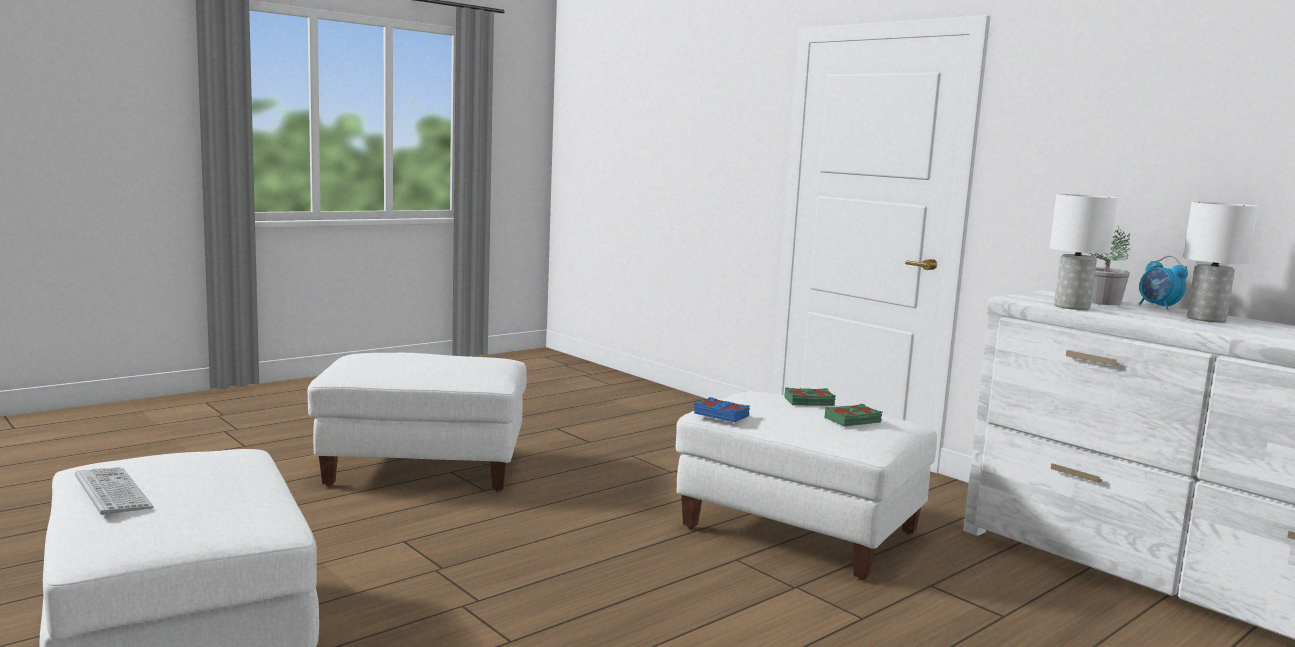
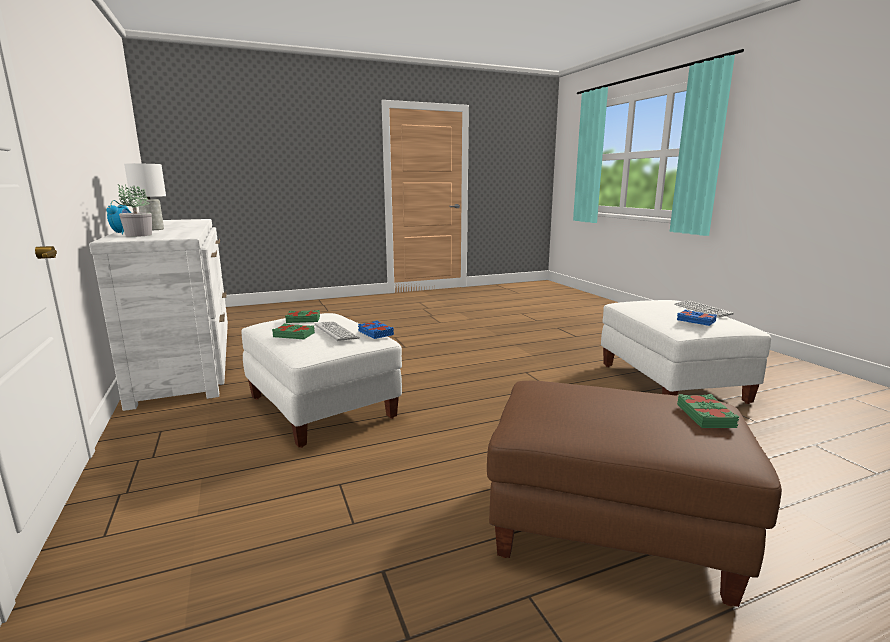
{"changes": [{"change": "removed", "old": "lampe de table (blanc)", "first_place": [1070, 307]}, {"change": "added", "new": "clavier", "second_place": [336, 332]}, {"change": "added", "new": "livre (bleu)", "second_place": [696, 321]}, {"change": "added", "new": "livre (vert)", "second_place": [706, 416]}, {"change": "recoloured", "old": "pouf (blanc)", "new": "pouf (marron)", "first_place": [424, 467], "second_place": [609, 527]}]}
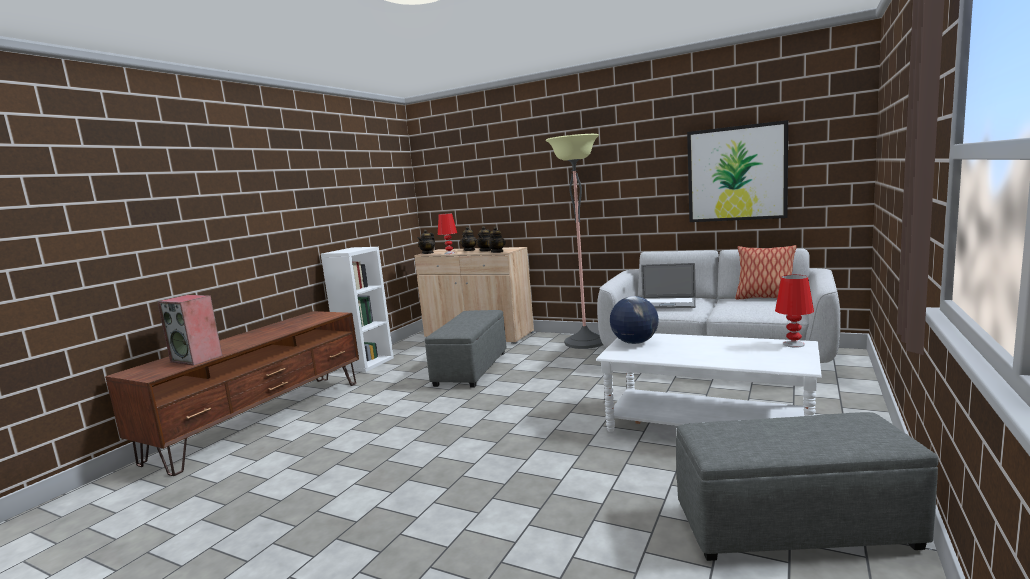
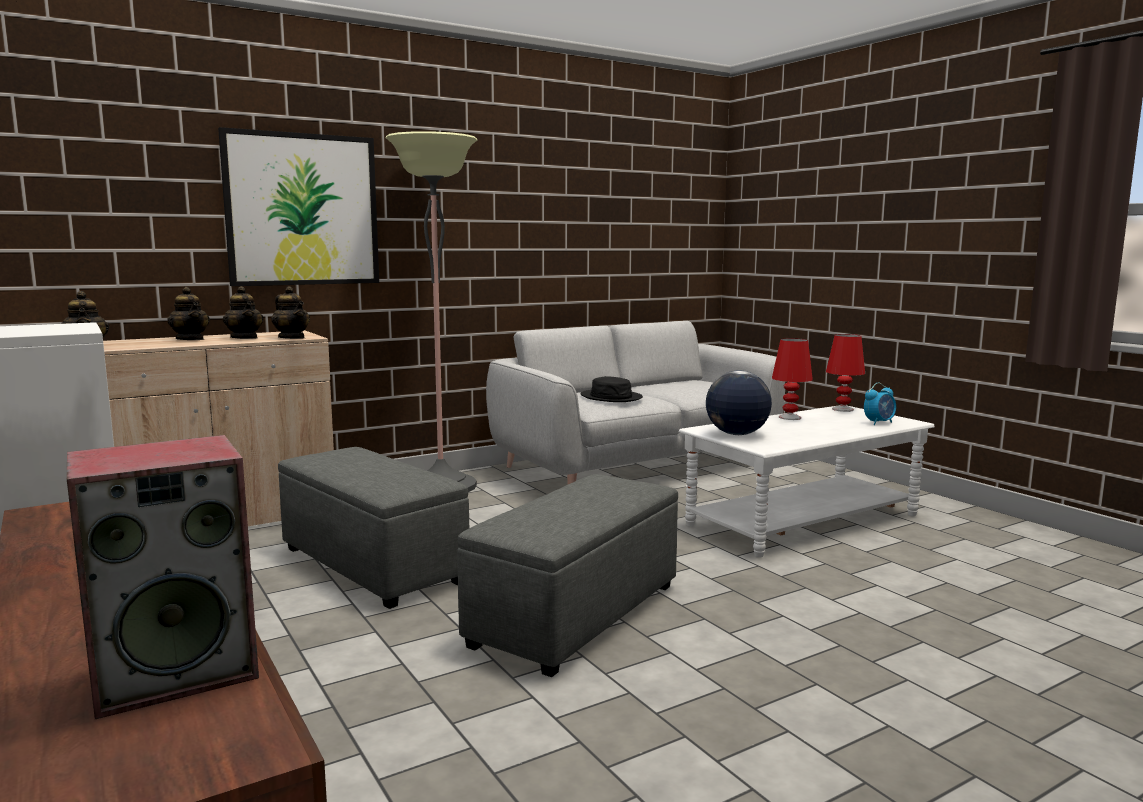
{"changes": [{"change": "removed", "old": "coussin", "first_place": [764, 298]}, {"change": "added", "new": "réveil", "second_place": [879, 422]}, {"change": "moved", "old": "lampe de table (rouge)", "first_place": [449, 253], "second_place": [789, 417]}, {"change": "moved", "old": "pouf (gris)", "first_place": [795, 527], "second_place": [577, 614]}, {"change": "moved", "old": "tableau", "first_place": [736, 173], "second_place": [302, 210]}, {"change": "replaced", "old": "ordinateur portable", "new": "chapeau (noir)", "first_place": [668, 304], "second_place": [611, 397]}]}
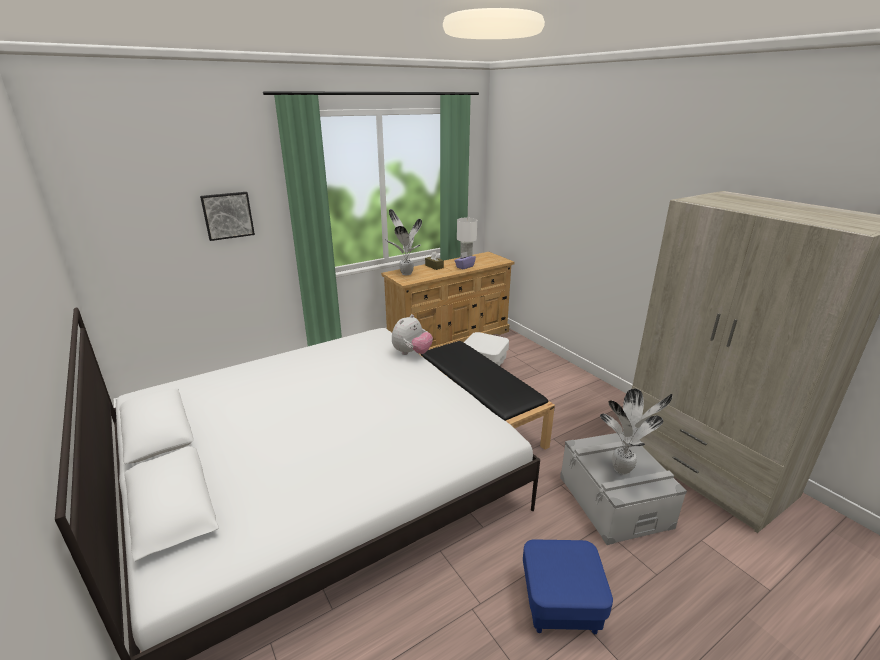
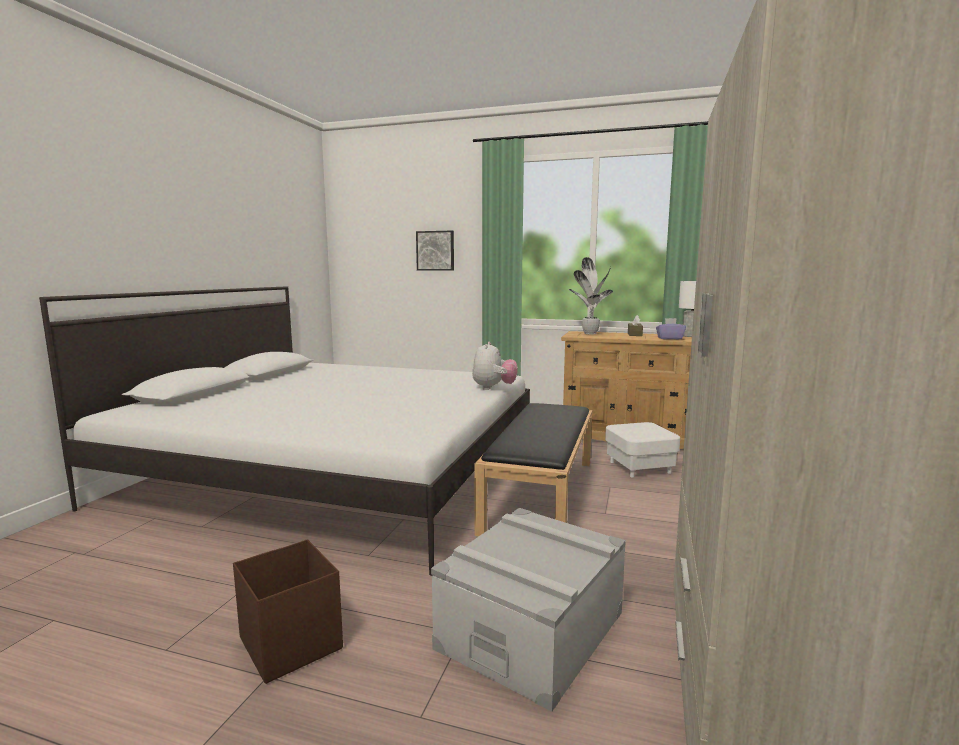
{"changes": [{"change": "removed", "old": "plante en pot", "first_place": [623, 470]}, {"change": "replaced", "old": "pouf (bleu)", "new": "boîte de rangement (marron)", "first_place": [560, 604], "second_place": [291, 642]}, {"change": "turned", "old": "peluche", "first_place": [412, 353], "second_place": [493, 388], "degrees": -75}]}
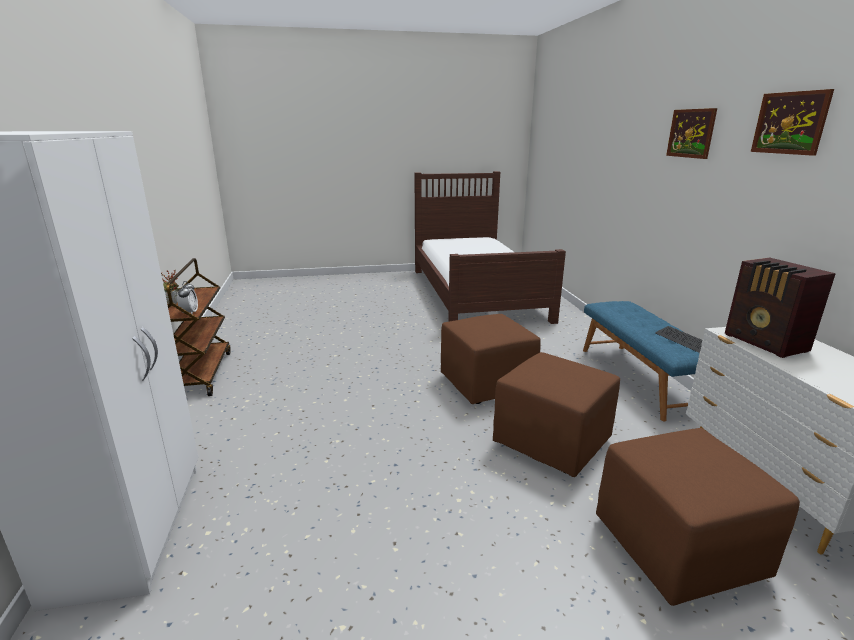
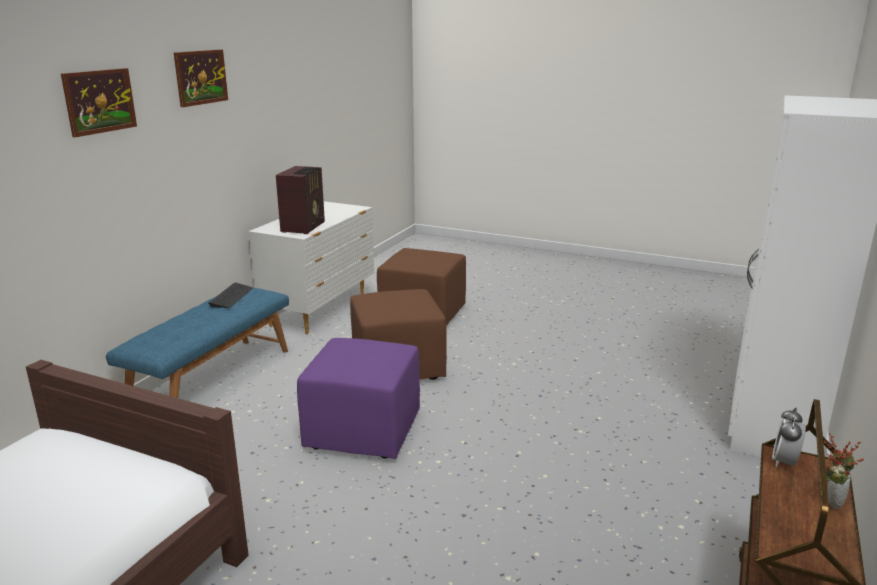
{"changes": [{"change": "recoloured", "old": "pouf (marron)", "new": "pouf (violet)", "first_place": [487, 385], "second_place": [363, 431]}]}
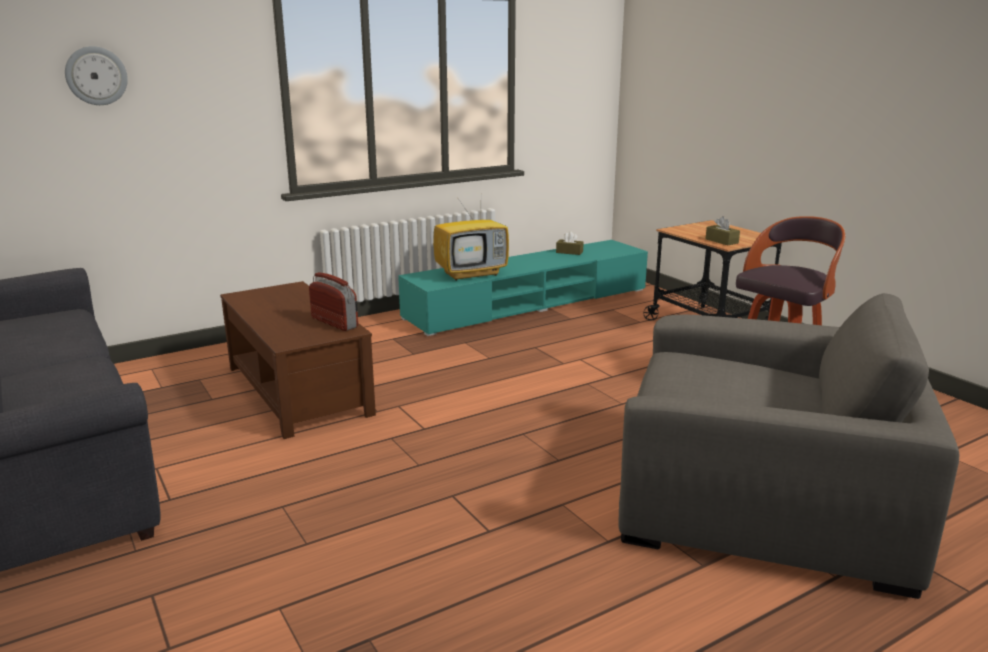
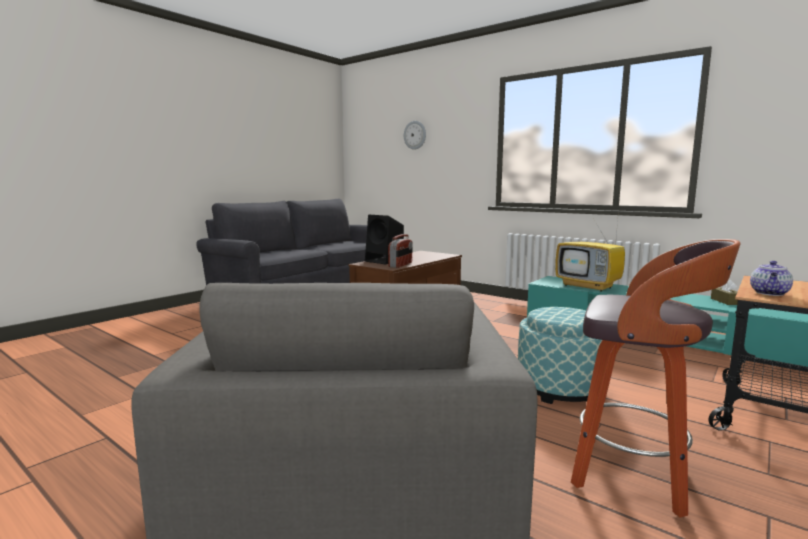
{"changes": [{"change": "added", "new": "enceinte (noir)", "second_place": [385, 261]}, {"change": "added", "new": "pouf", "second_place": [560, 388]}, {"change": "replaced", "old": "boîte à mouchoirs (marron)", "new": "théière", "first_place": [721, 241], "second_place": [769, 293]}]}
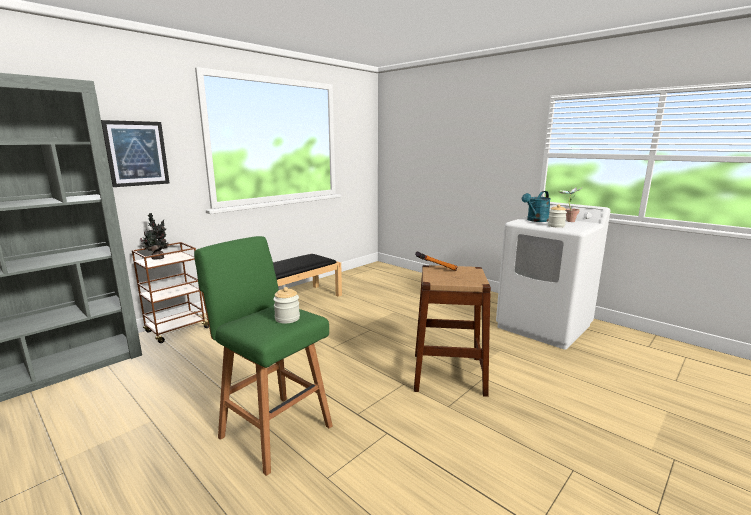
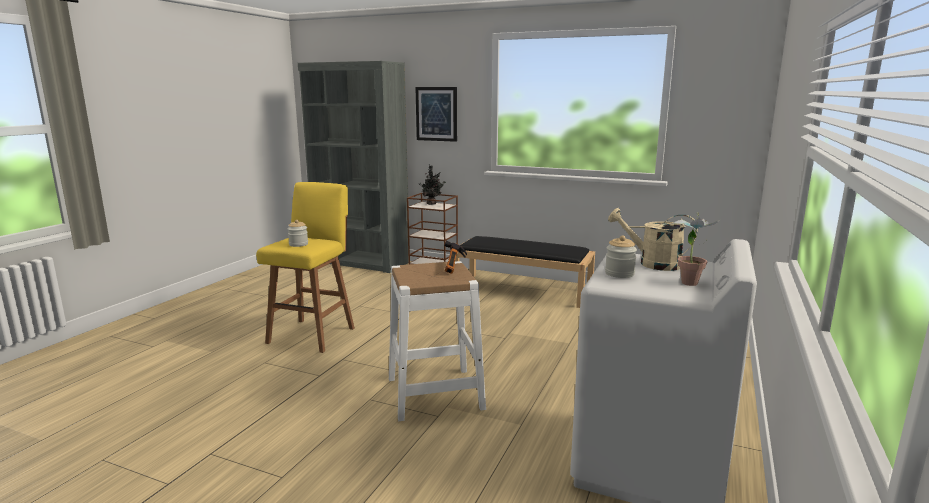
{"changes": [{"change": "recoloured", "old": "tabouret (vert)", "new": "tabouret (jaune)", "first_place": [273, 430], "second_place": [313, 334]}, {"change": "recoloured", "old": "tabouret (marron)", "new": "tabouret (blanc)", "first_place": [448, 373], "second_place": [434, 393]}, {"change": "recoloured", "old": "arrosoir (turquoise)", "new": "arrosoir (beige)", "first_place": [535, 220], "second_place": [652, 263]}]}
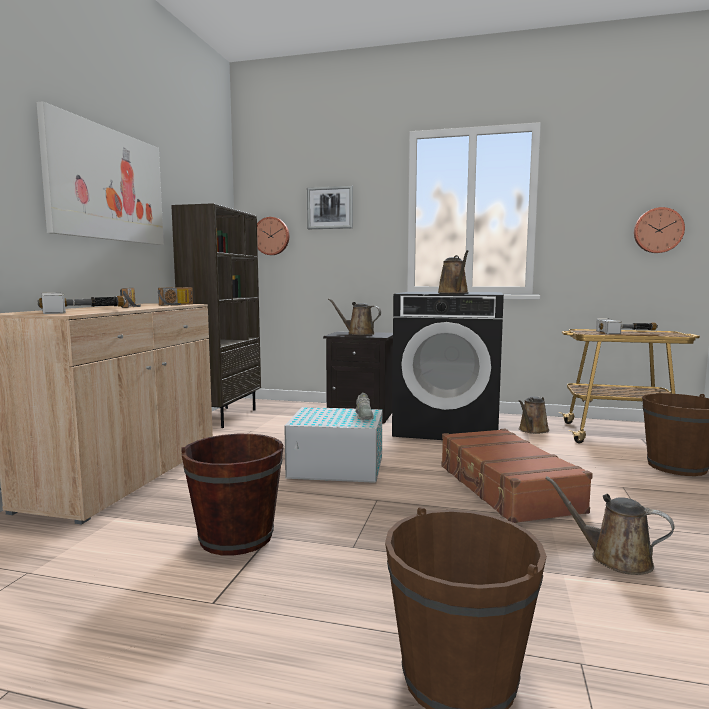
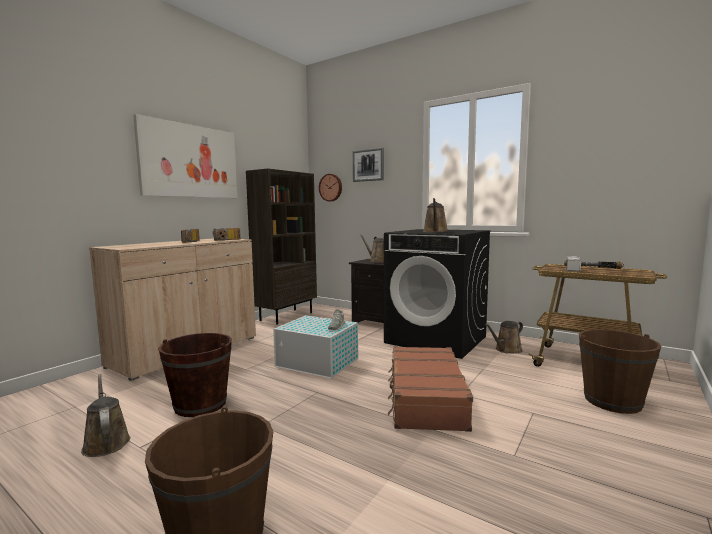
{"changes": [{"change": "removed", "old": "marteau", "first_place": [84, 311]}, {"change": "removed", "old": "horloge murale", "first_place": [658, 230]}, {"change": "moved", "old": "arrosoir (marron)", "first_place": [614, 558], "second_place": [106, 442]}]}
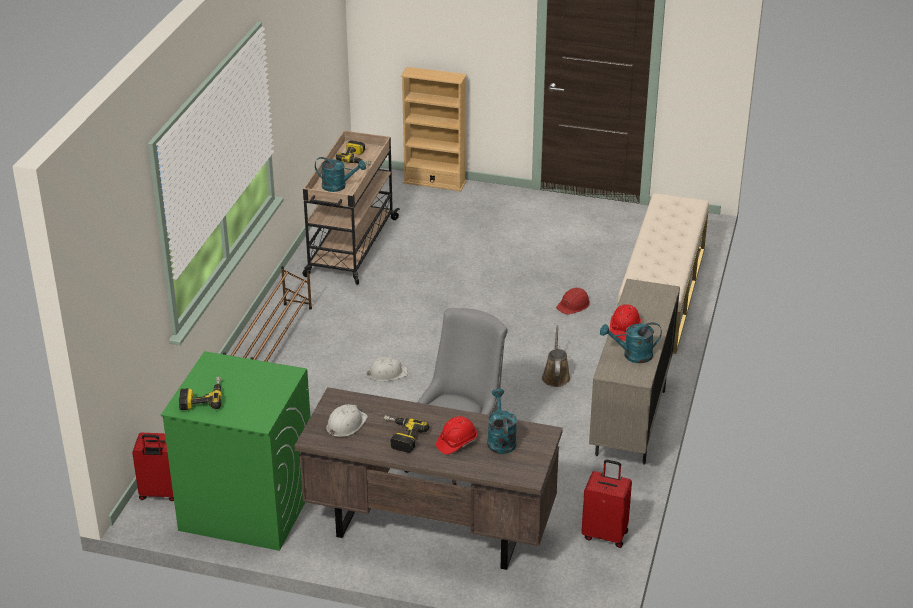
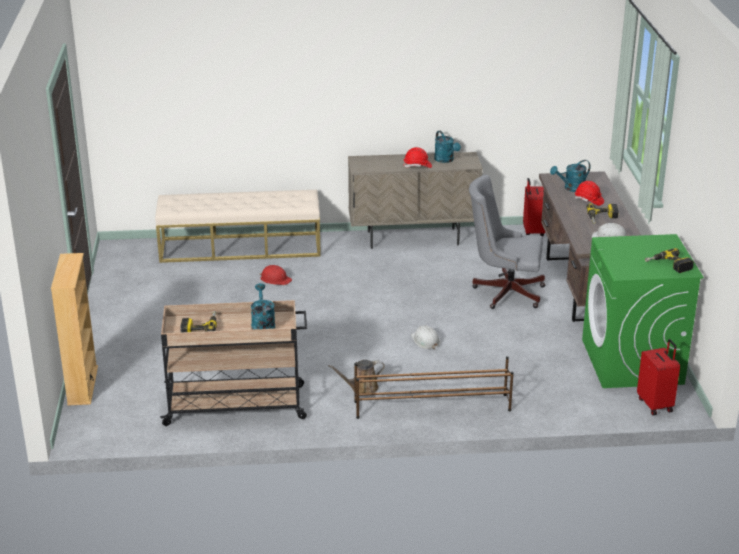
{"changes": [{"change": "moved", "old": "arrosoir (marron)", "first_place": [556, 376], "second_place": [362, 388]}]}
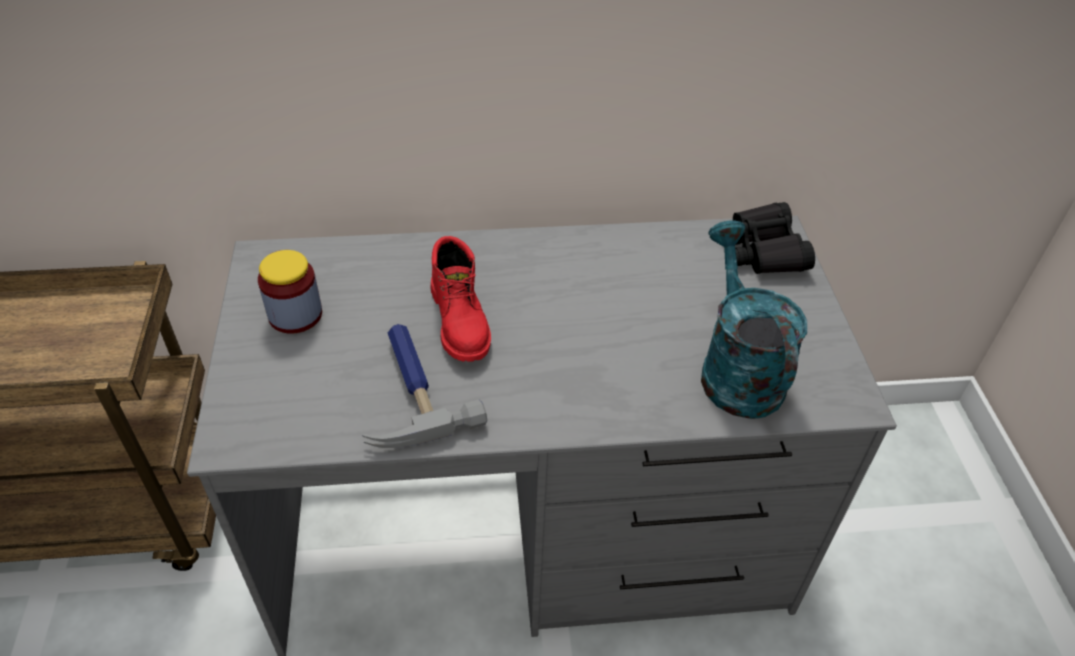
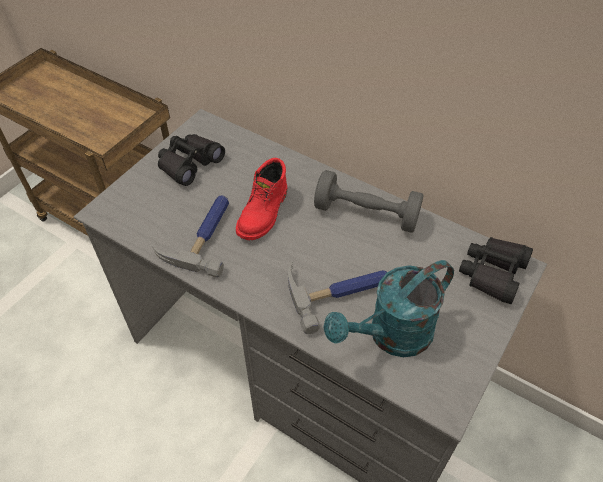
{"changes": [{"change": "added", "new": "marteau", "second_place": [338, 290]}, {"change": "added", "new": "haltère (gris)", "second_place": [366, 214]}, {"change": "replaced", "old": "bocal", "new": "jumelles (noir)", "first_place": [295, 315], "second_place": [189, 163]}, {"change": "turned", "old": "arrosoir (turquoise)", "first_place": [736, 369], "second_place": [391, 336], "degrees": -150}]}
